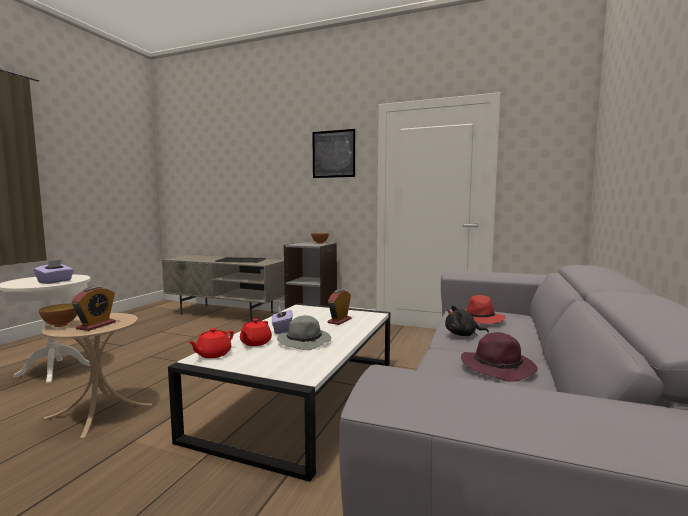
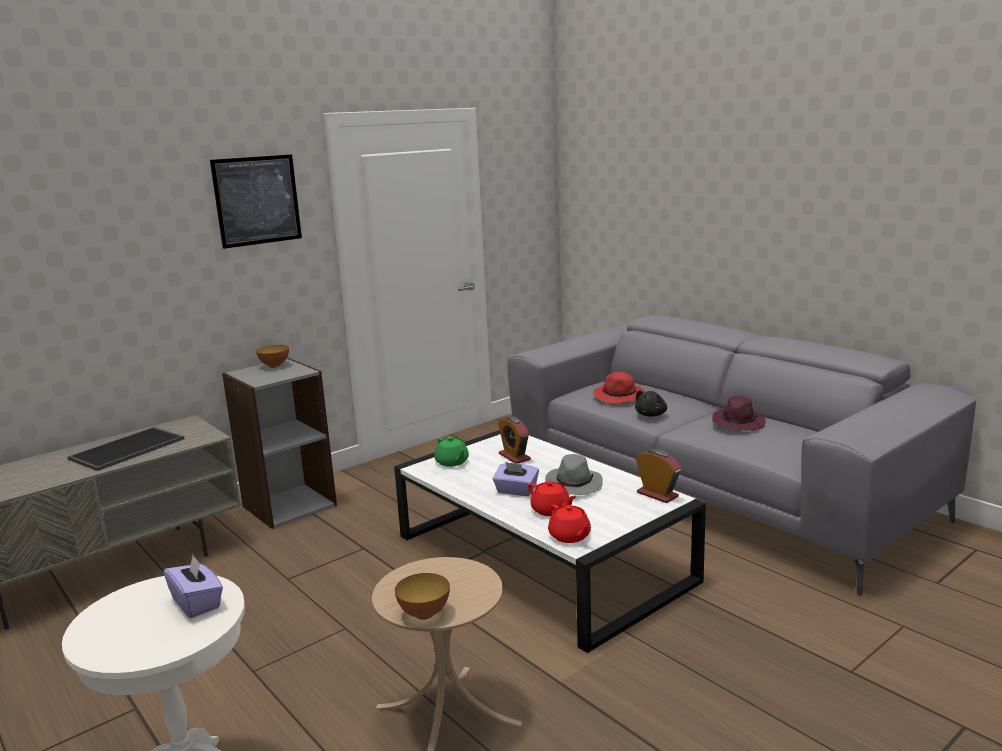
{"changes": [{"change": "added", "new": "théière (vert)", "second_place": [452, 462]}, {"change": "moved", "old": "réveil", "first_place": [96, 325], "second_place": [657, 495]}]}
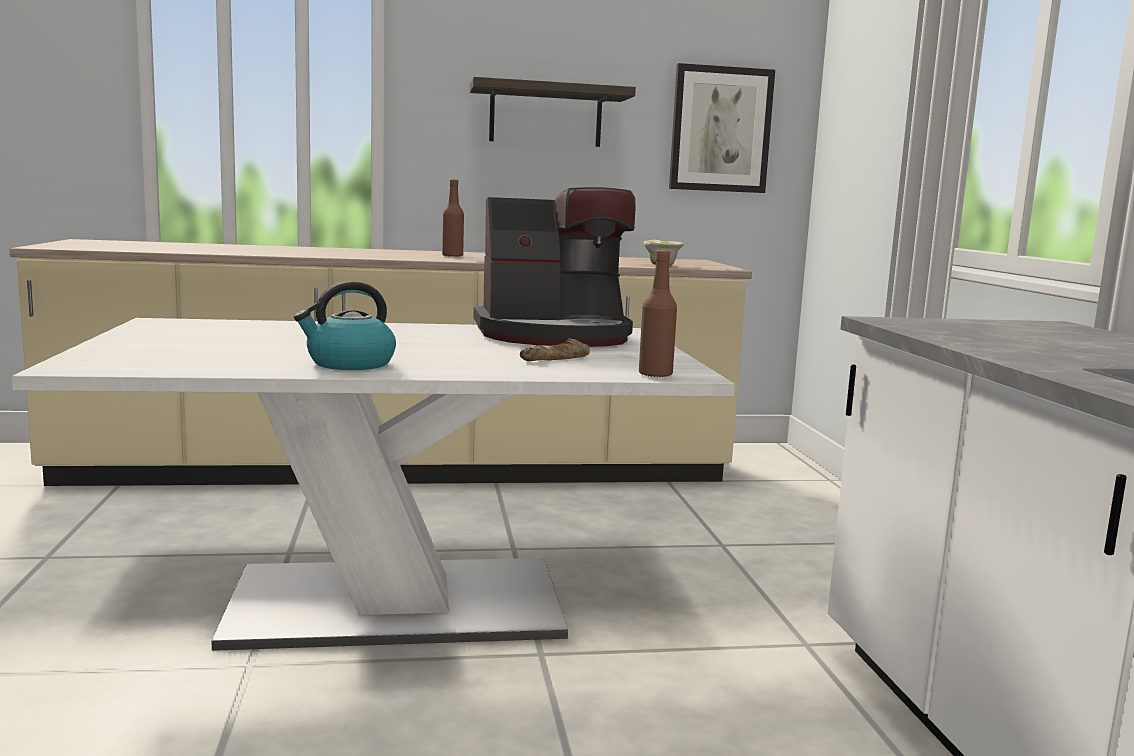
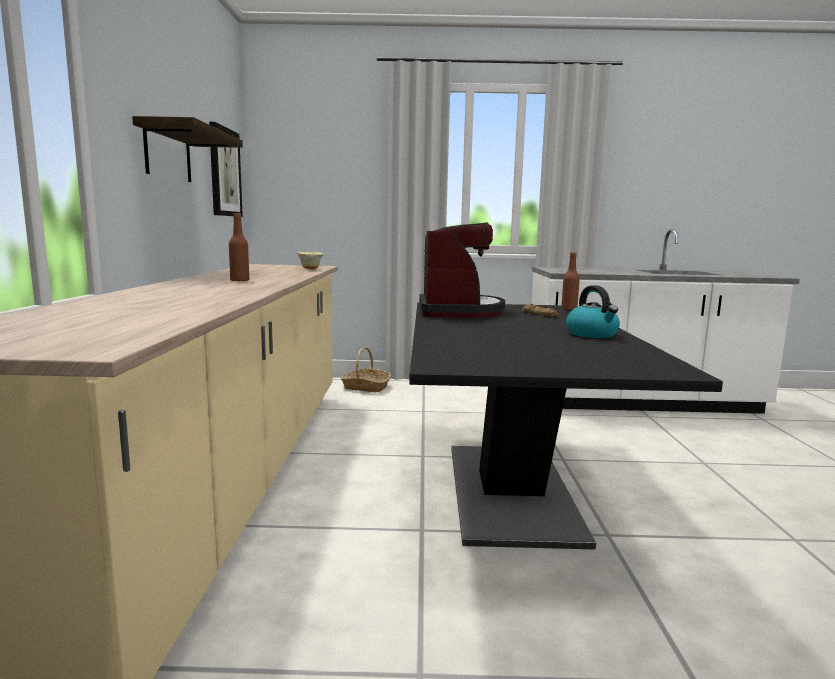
{"changes": [{"change": "added", "new": "panier", "second_place": [365, 387]}, {"change": "recoloured", "old": "table à manger (blanc)", "new": "table à manger (noir)", "first_place": [397, 603], "second_place": [510, 491]}]}
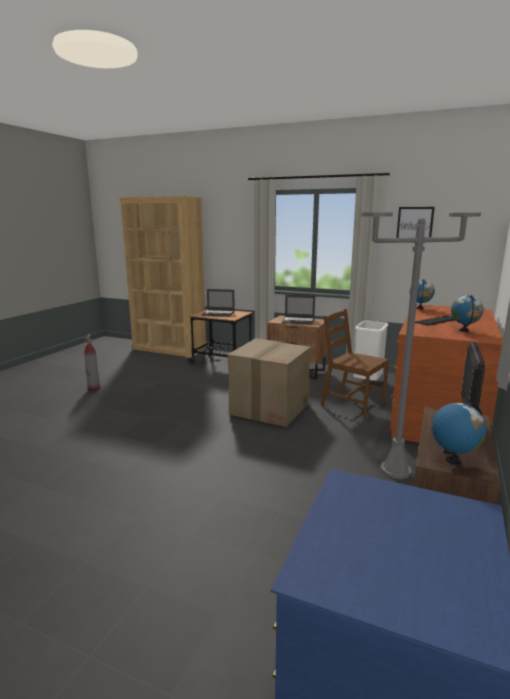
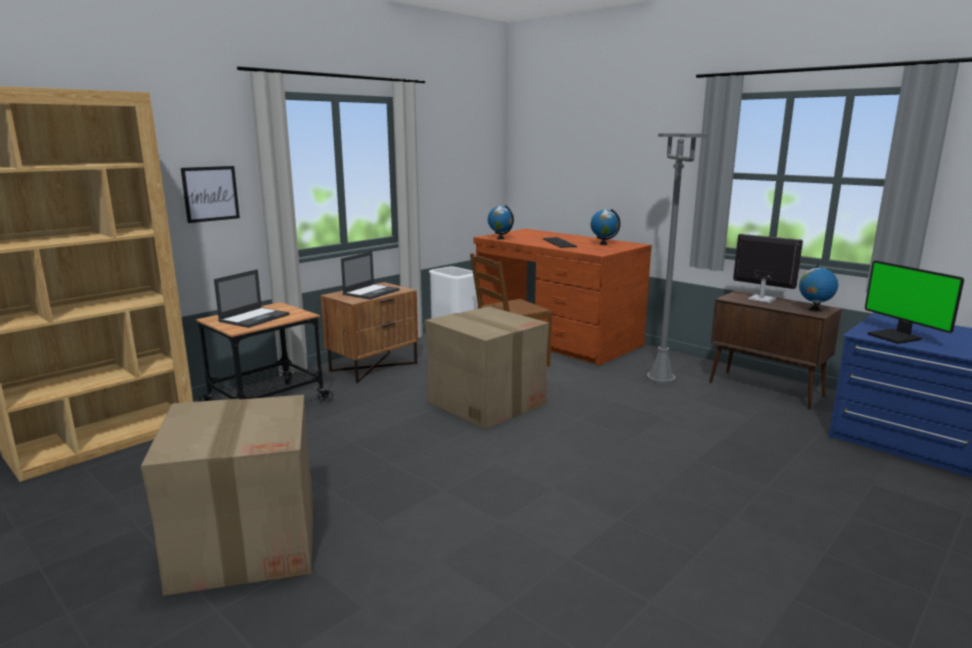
{"changes": [{"change": "added", "new": "écran d'ordinateur", "second_place": [896, 337]}, {"change": "moved", "old": "tableau", "first_place": [414, 224], "second_place": [210, 193]}, {"change": "replaced", "old": "extincteur", "new": "carton", "first_place": [94, 389], "second_place": [246, 541]}]}
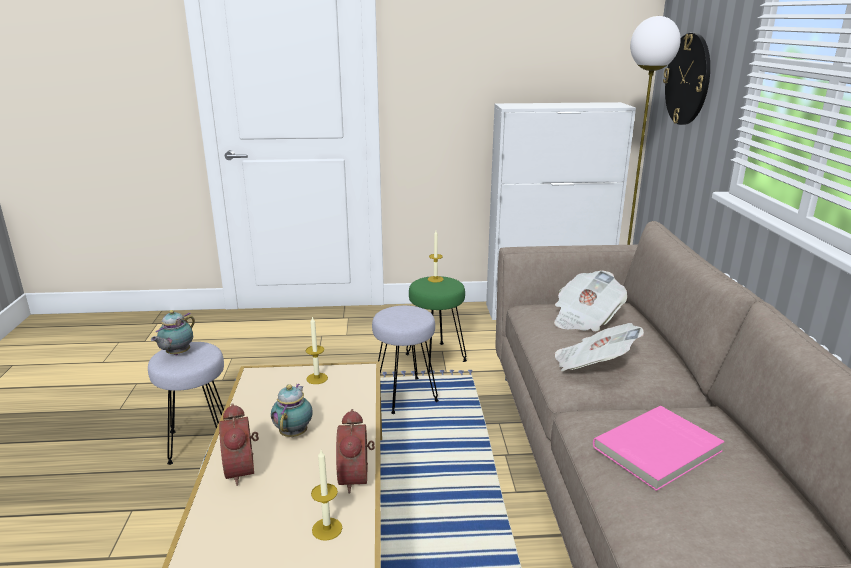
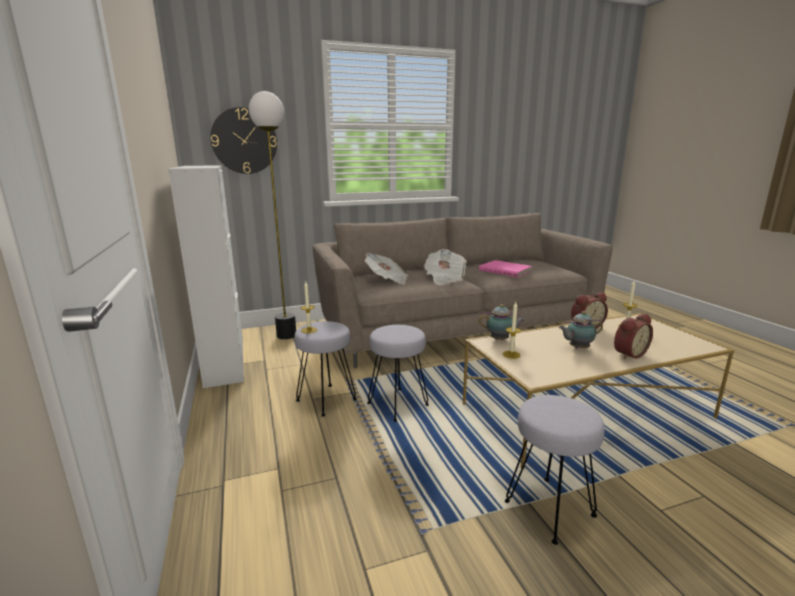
{"changes": [{"change": "moved", "old": "théière", "first_place": [177, 354], "second_place": [500, 340]}, {"change": "recoloured", "old": "tabouret (vert)", "new": "tabouret (gris)", "first_place": [436, 357], "second_place": [326, 399]}]}
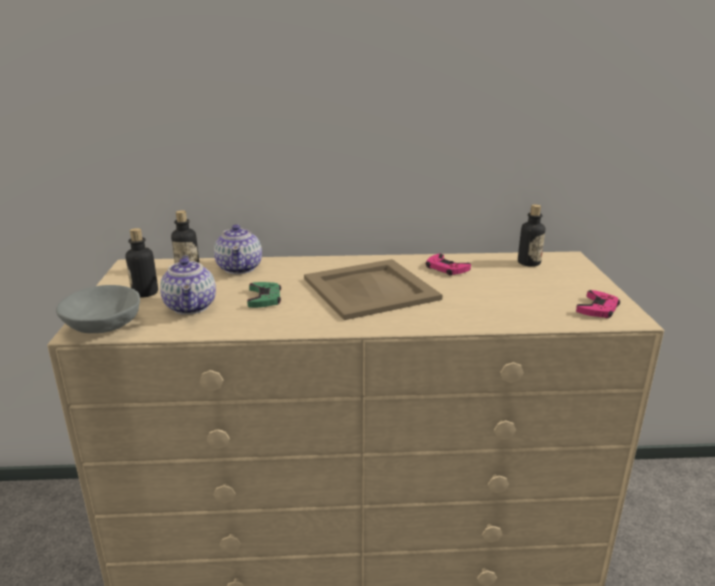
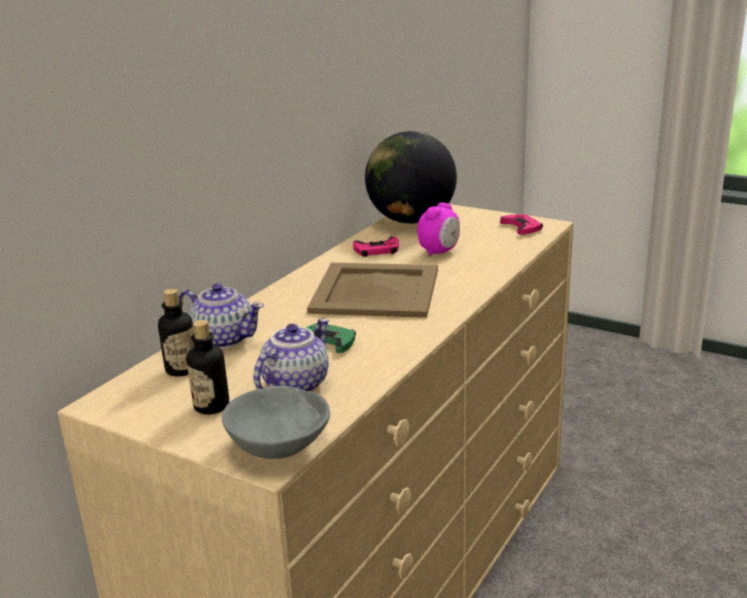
{"changes": [{"change": "added", "new": "réveil", "second_place": [439, 252]}, {"change": "replaced", "old": "bouteille", "new": "globe", "first_place": [529, 263], "second_place": [411, 221]}, {"change": "turned", "old": "théière", "first_place": [192, 307], "second_place": [295, 384], "degrees": -75}]}
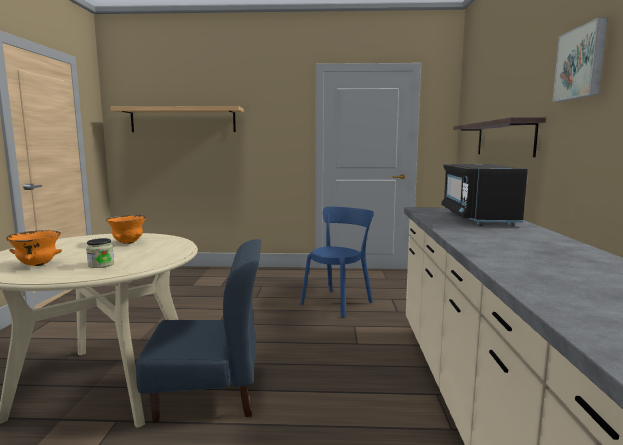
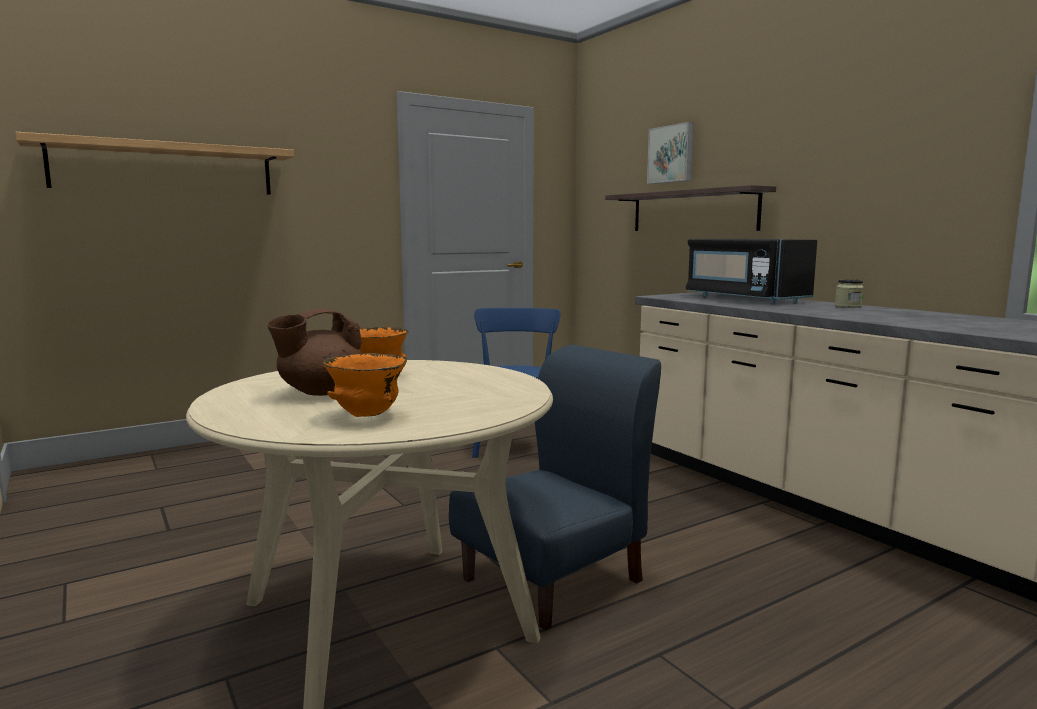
{"changes": [{"change": "added", "new": "théière (marron)", "second_place": [321, 392]}, {"change": "moved", "old": "bocal", "first_place": [101, 265], "second_place": [848, 306]}, {"change": "moved", "old": "tableau", "first_place": [581, 63], "second_place": [671, 154]}]}
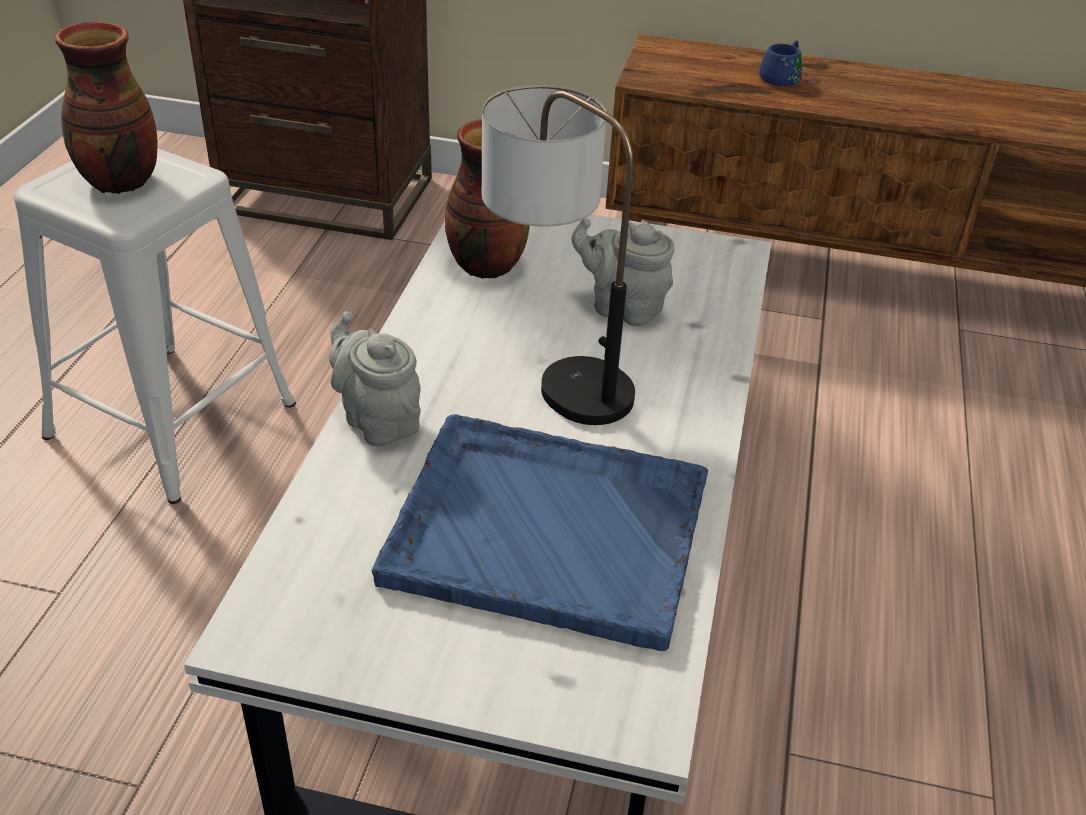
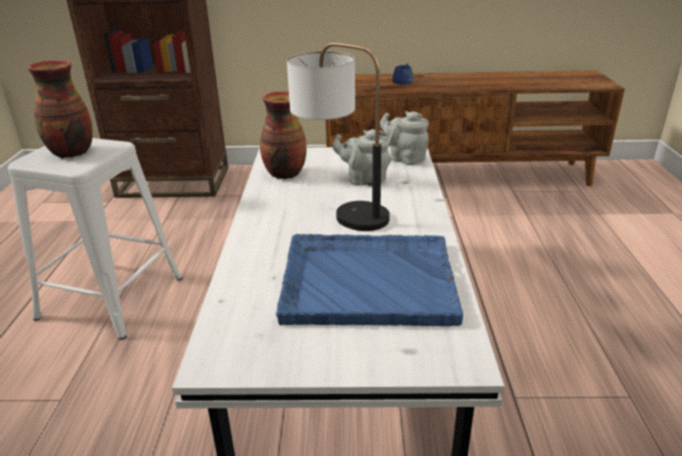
{"changes": [{"change": "moved", "old": "théière (gris)", "first_place": [378, 420], "second_place": [405, 158]}]}
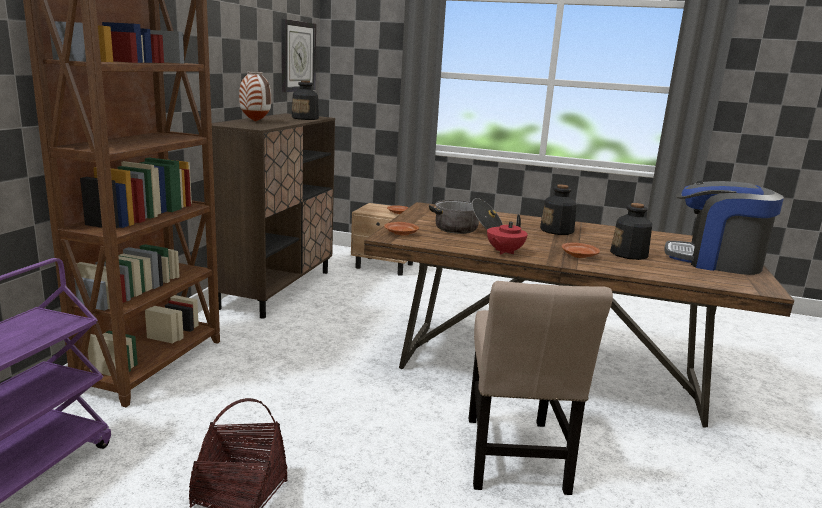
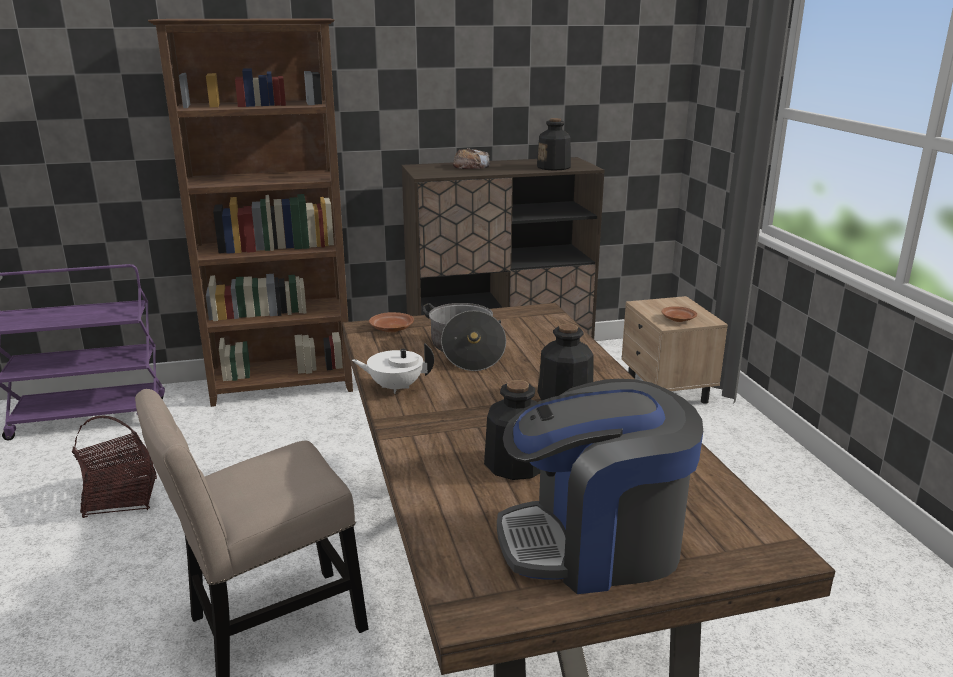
{"changes": [{"change": "removed", "old": "horloge murale", "first_place": [297, 56]}, {"change": "removed", "old": "assiette (marron)", "first_place": [579, 255]}, {"change": "replaced", "old": "vase", "new": "pain", "first_place": [256, 121], "second_place": [471, 166]}, {"change": "recoloured", "old": "théière (rouge)", "new": "théière (blanc)", "first_place": [504, 252], "second_place": [395, 387]}, {"change": "turned", "old": "machine à café", "first_place": [714, 261], "second_place": [594, 544], "degrees": -90}]}
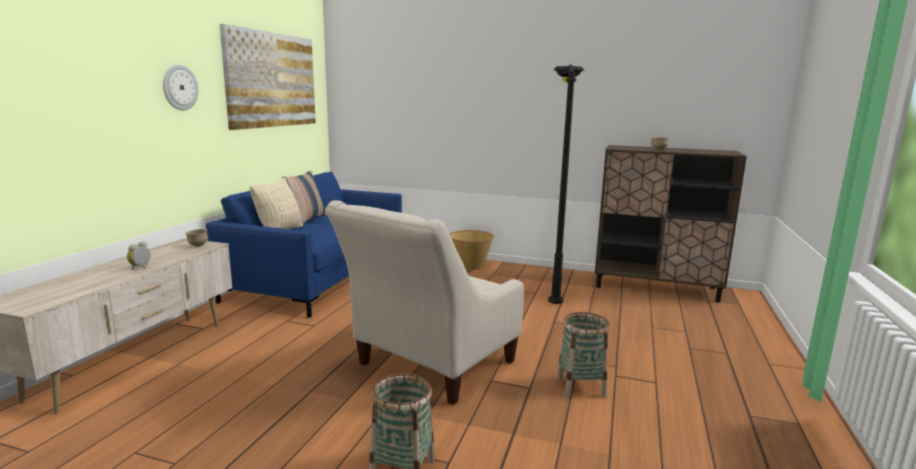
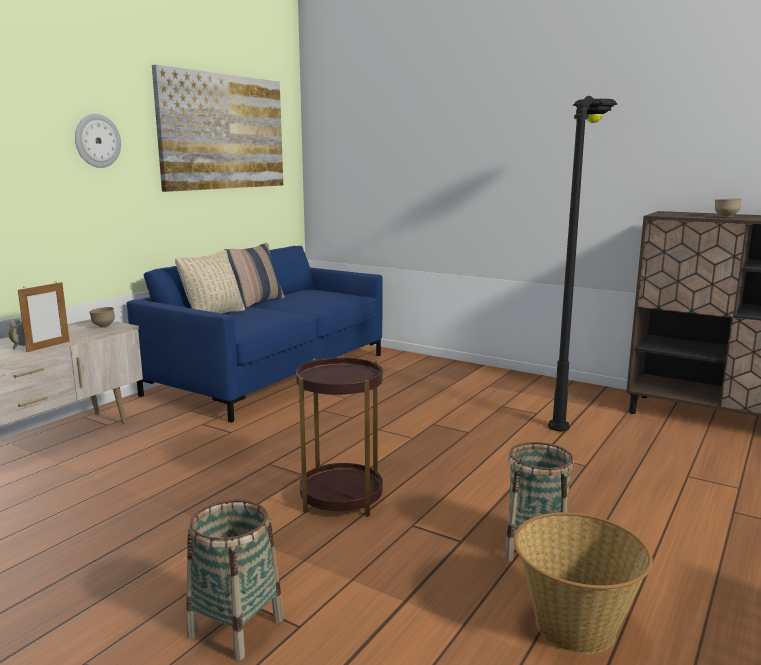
{"changes": [{"change": "added", "new": "cadre photo", "second_place": [48, 346]}, {"change": "moved", "old": "panier", "first_place": [470, 266], "second_place": [574, 627]}, {"change": "replaced", "old": "fauteuil (beige)", "new": "table d'appoint (marron)", "first_place": [429, 367], "second_place": [341, 498]}]}
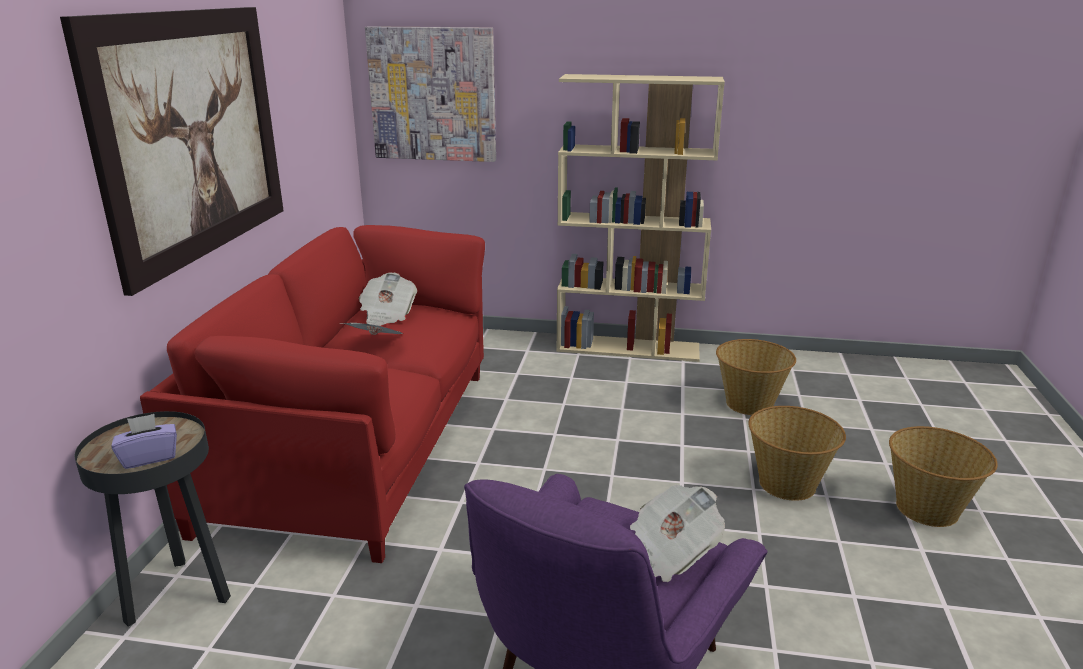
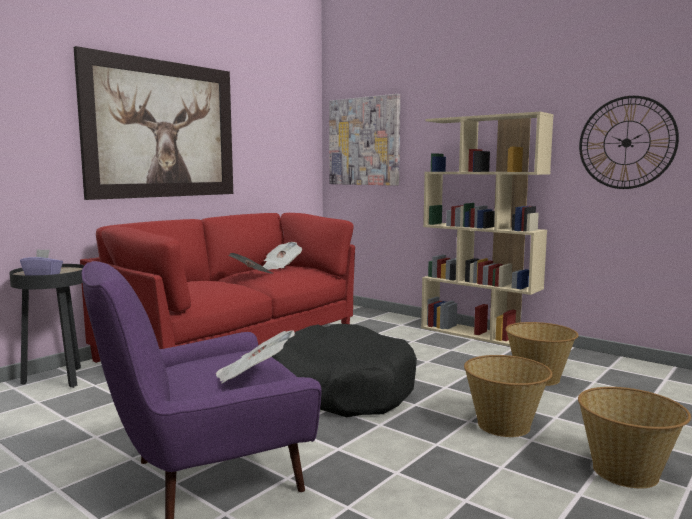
{"changes": [{"change": "added", "new": "panier pour chien (noir)", "second_place": [342, 388]}, {"change": "added", "new": "horloge murale", "second_place": [626, 143]}]}
